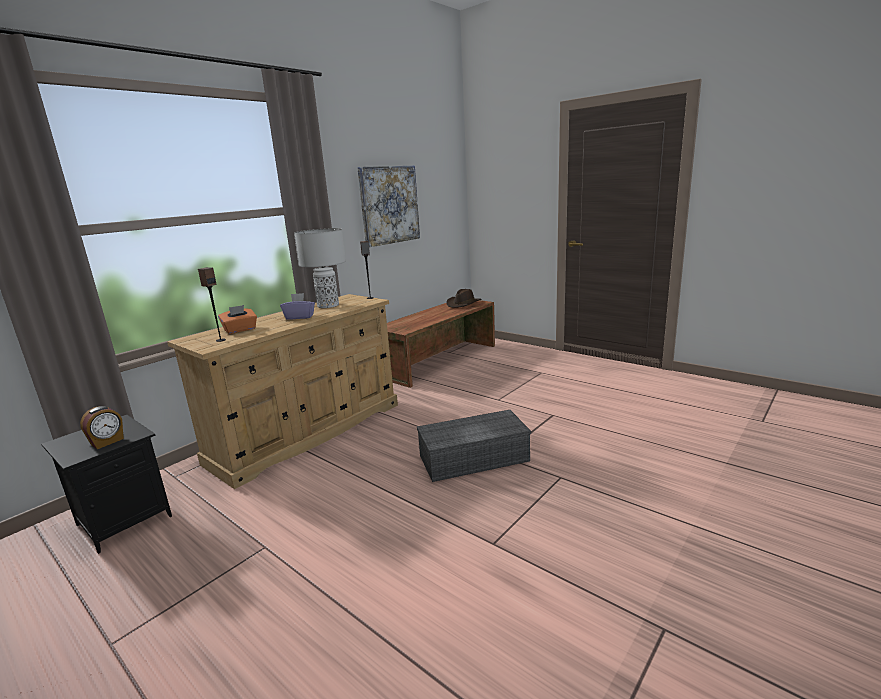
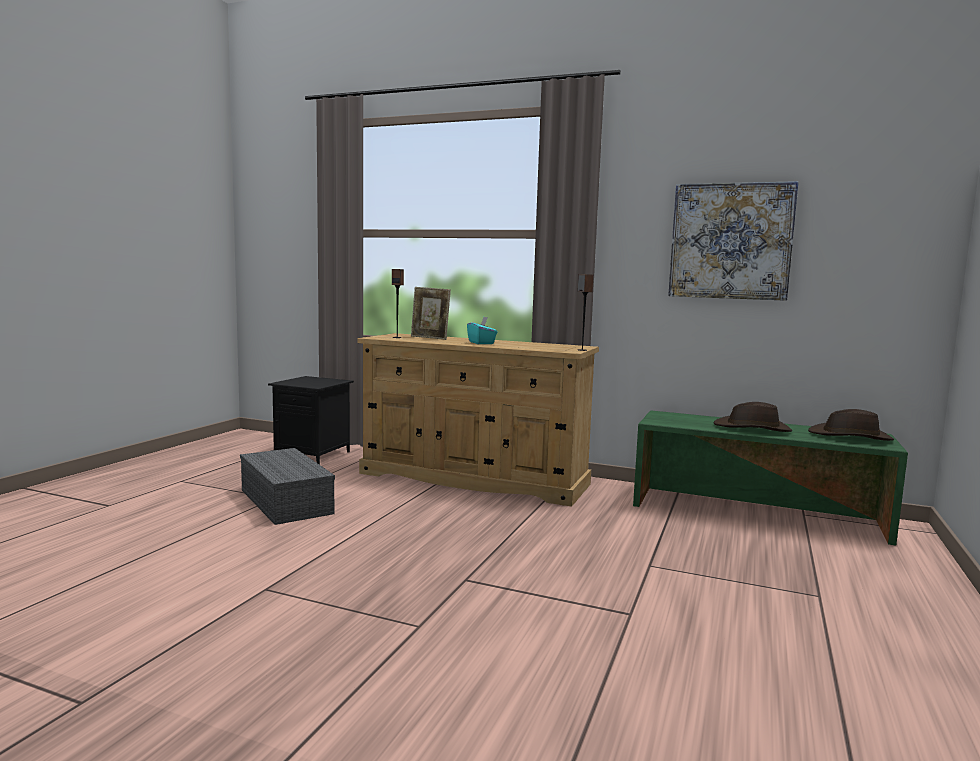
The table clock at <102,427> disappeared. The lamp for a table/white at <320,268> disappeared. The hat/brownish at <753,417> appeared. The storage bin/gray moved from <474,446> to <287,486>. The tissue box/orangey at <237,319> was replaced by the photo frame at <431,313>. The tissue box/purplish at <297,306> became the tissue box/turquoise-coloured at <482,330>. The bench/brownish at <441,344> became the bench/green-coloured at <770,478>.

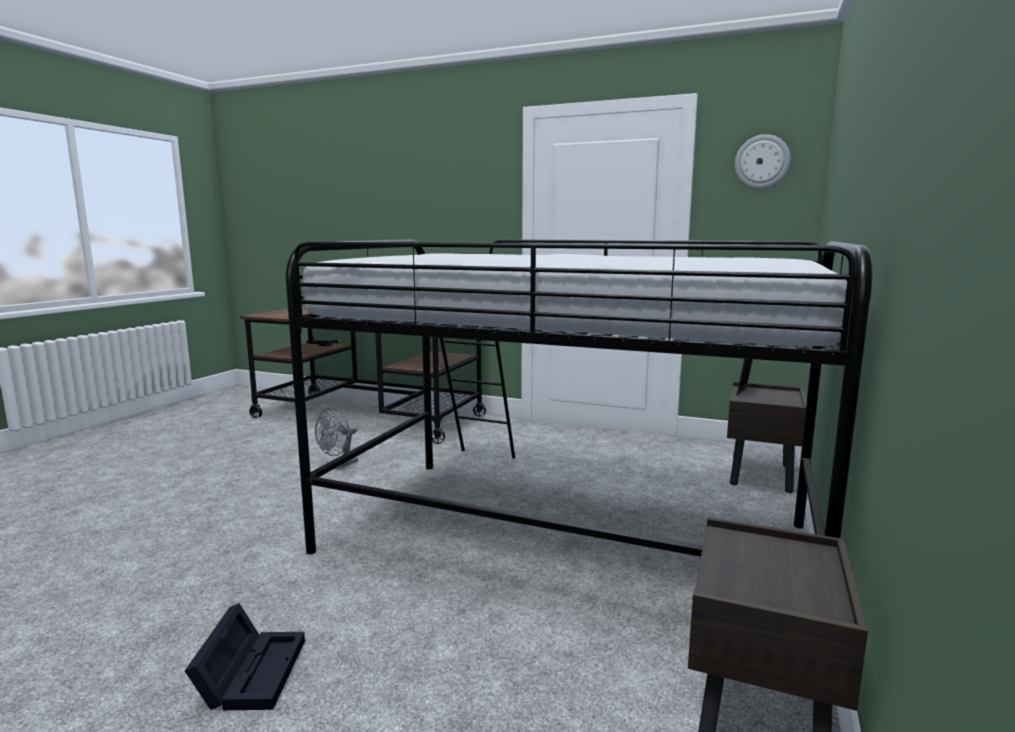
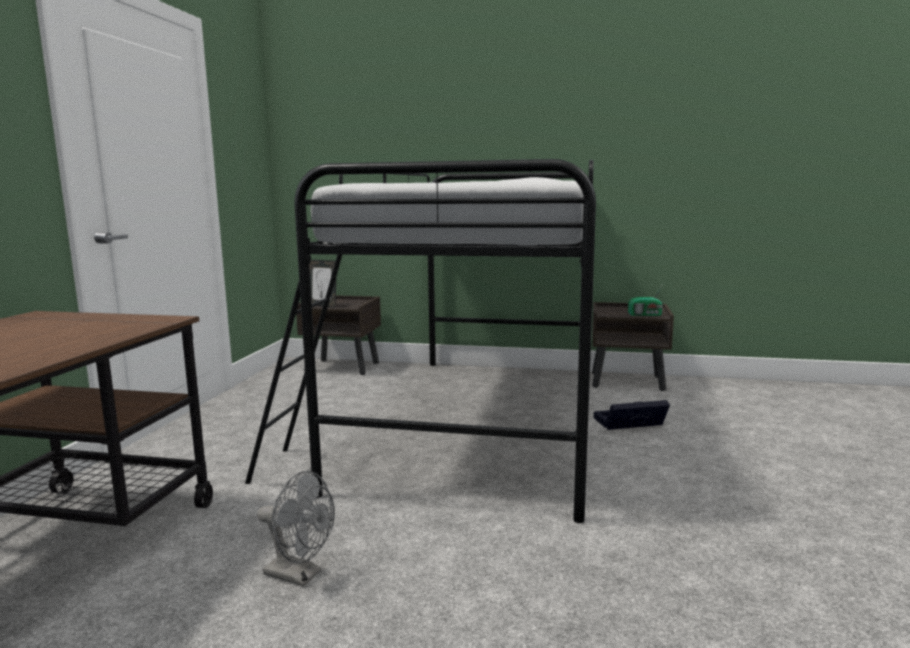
The wall clock at <763,161> disappeared. The radio receiver at <645,300> appeared. The storage bin/black-coloured moved from <245,656> to <632,415>.

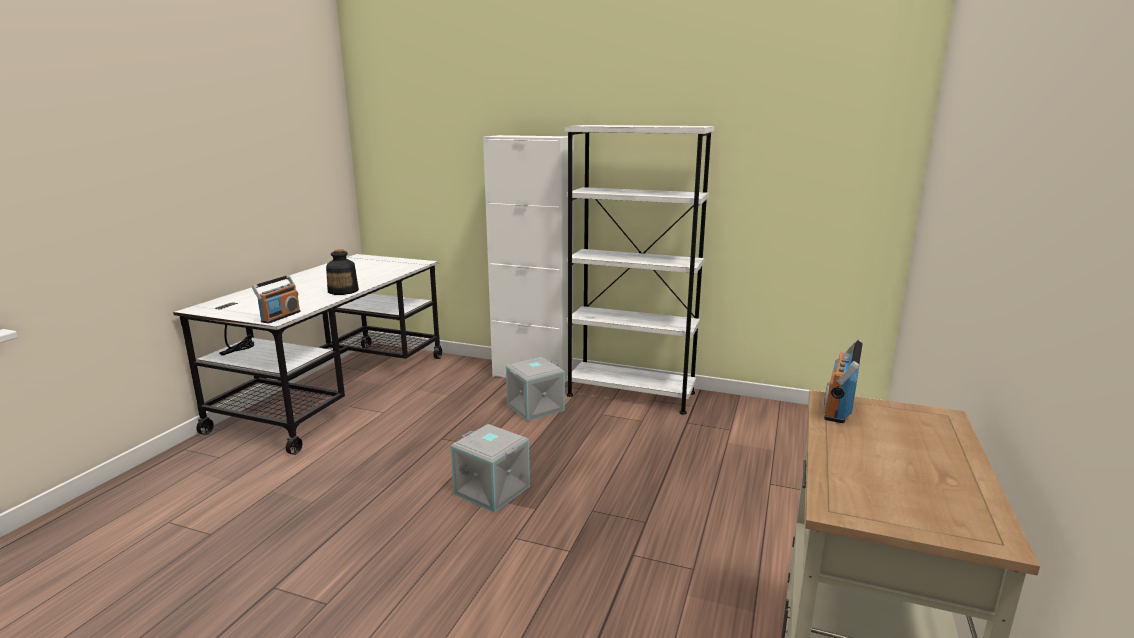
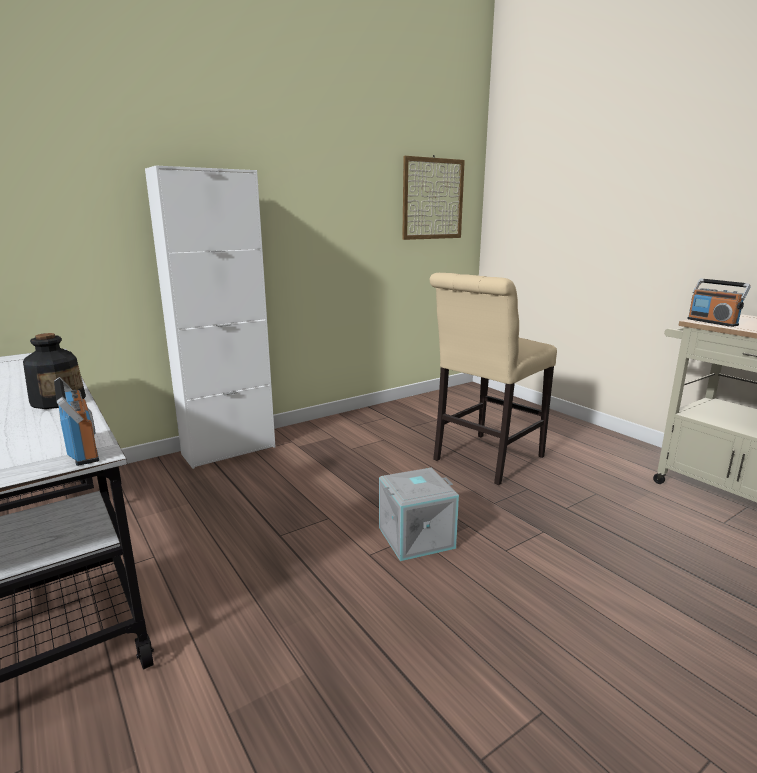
The storage bin/gray at <535,389> disappeared. The shelving unit/white at <639,270> disappeared. The wall picture at <433,197> appeared. The stool/beige-coloured at <493,379> appeared.

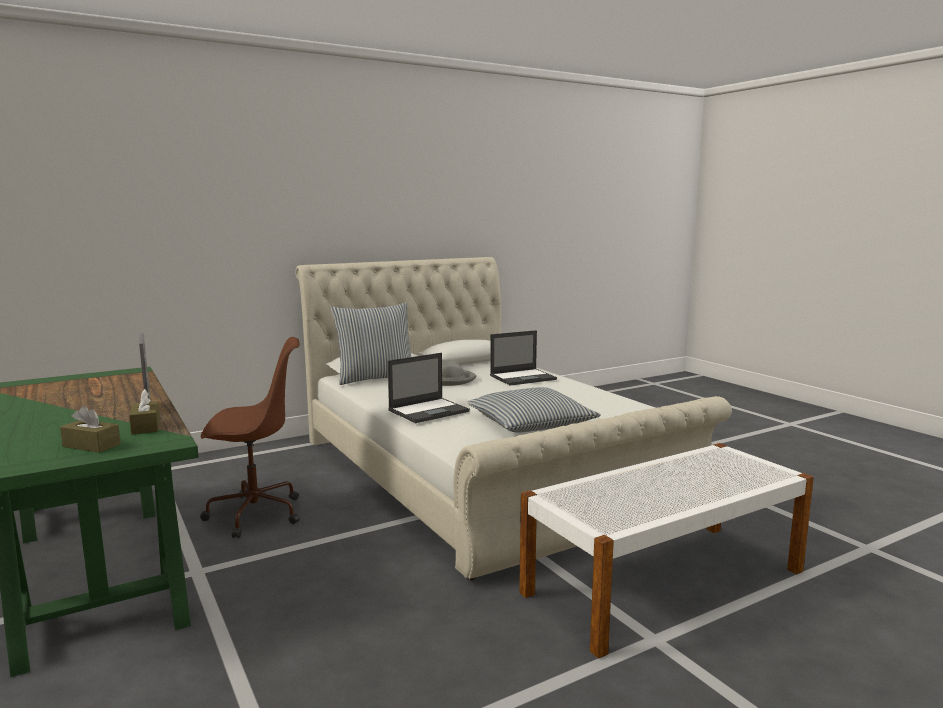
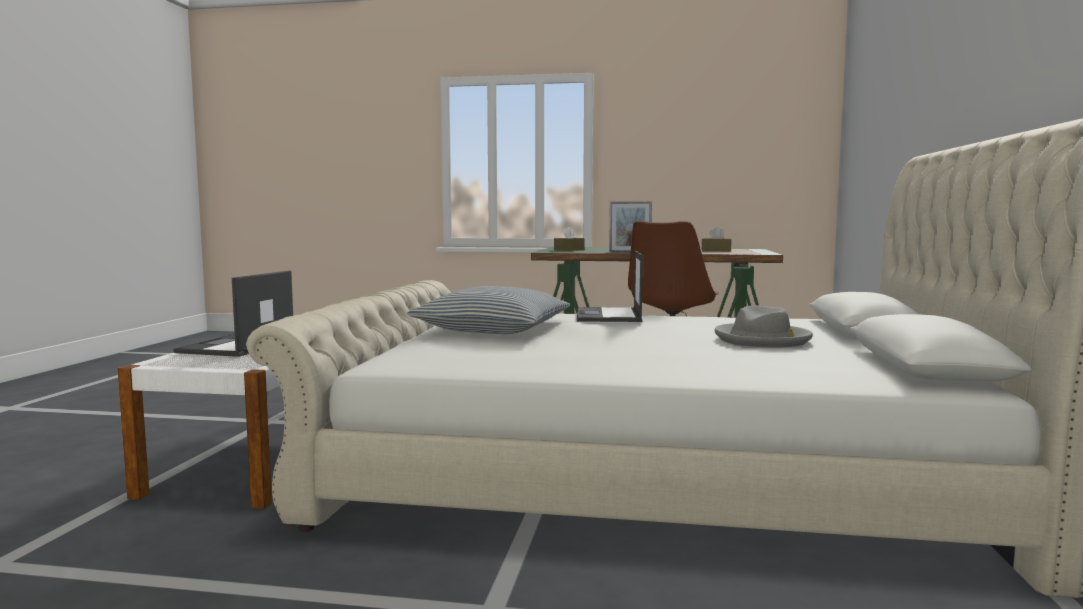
The cushion at <371,343> disappeared. The tissue box/brownish moved from <144,411> to <716,239>. The laptop moved from <523,358> to <233,313>.

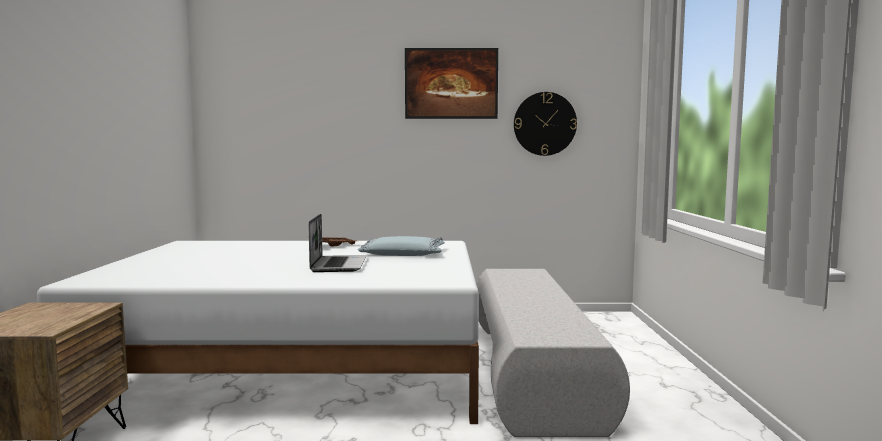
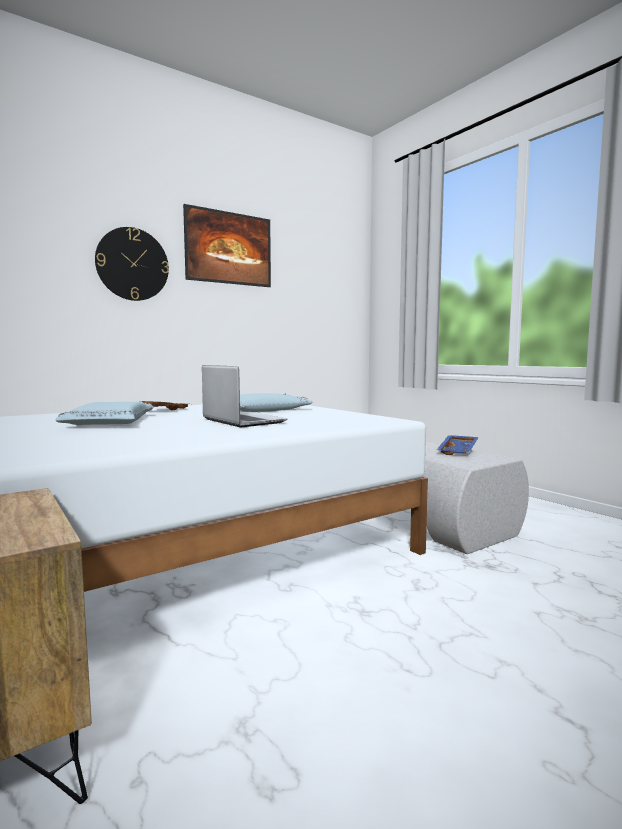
The cushion/bluish at <104,413> appeared. The carrying tray/bluish at <457,445> appeared. The wall clock moved from <545,124> to <132,264>.

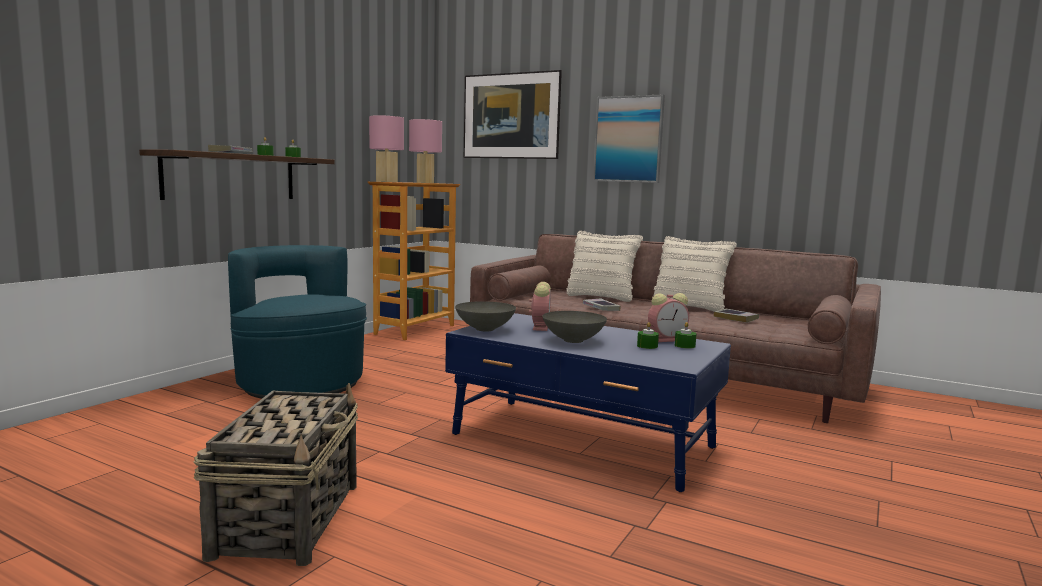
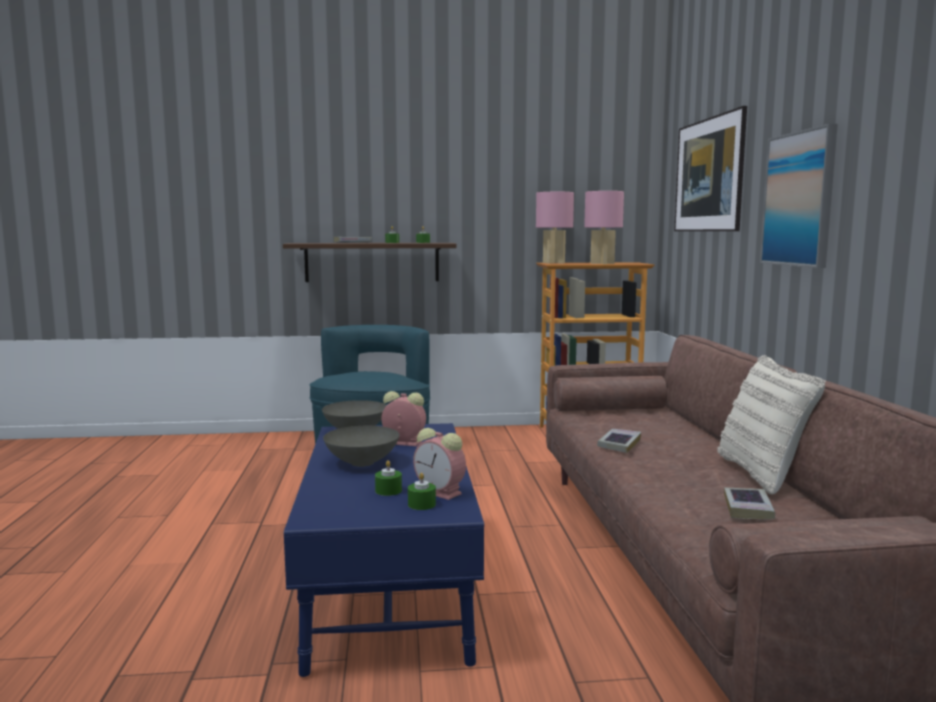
The household basket at <276,474> disappeared. The cushion/beige-coloured at <604,266> disappeared. The table clock at <540,306> turned 135 degrees counterclockwise.

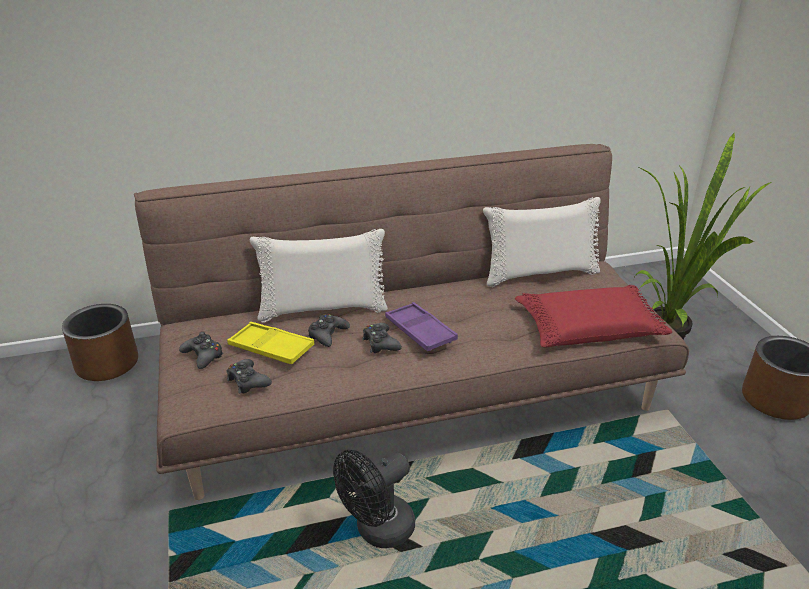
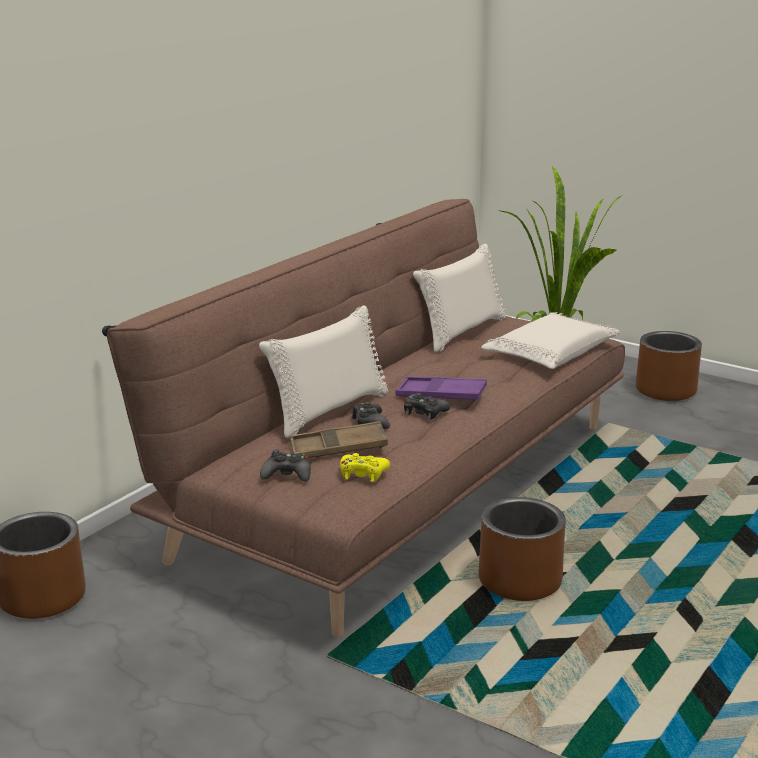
The electric fan/black-coloured at <374,499> was replaced by the flower pot/brownish at <522,549>. The carrying tray/yellow-coloured at <270,343> became the carrying tray/brownish at <339,439>. The joypad/black-coloured at <249,376> became the joypad/yellow-coloured at <365,467>. The cushion/red at <593,315> became the cushion/white at <550,340>.

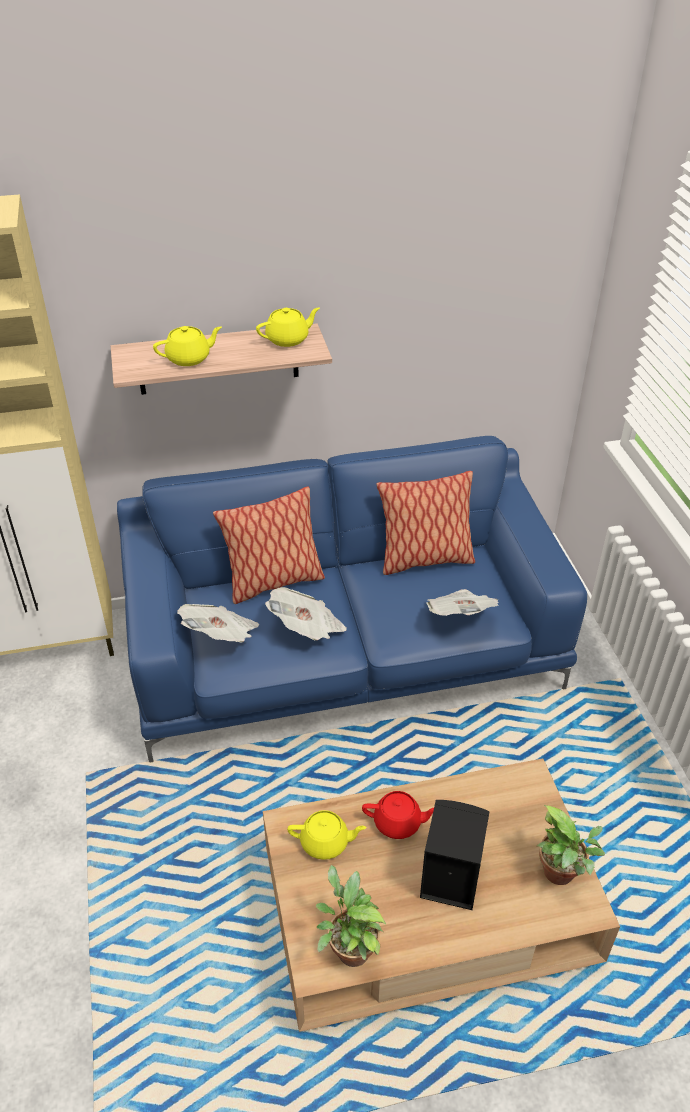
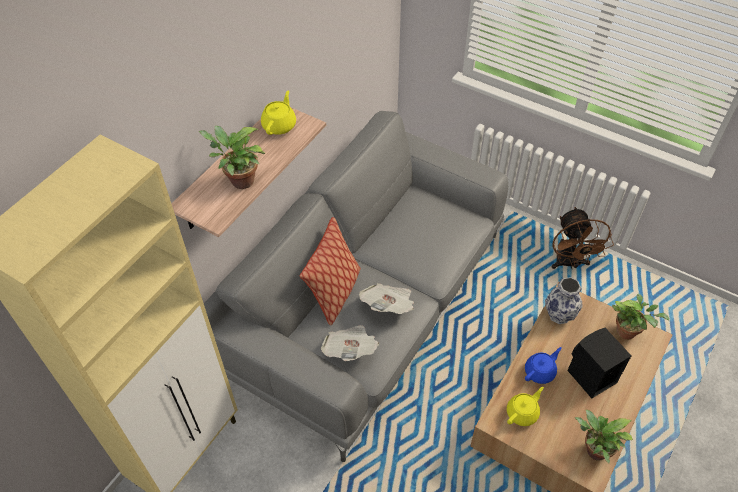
The cushion at <425,523> disappeared. The printed paper at <462,602> disappeared. The vase at <564,300> appeared. The electric fan/brownish at <583,238> appeared. The tea pot/yellow-coloured at <187,346> was replaced by the plant in a pot at <232,157>. The sofa/bluish at <352,599> became the sofa/gray at <356,286>. The tea pot/red at <398,815> became the tea pot/bluish at <543,365>.

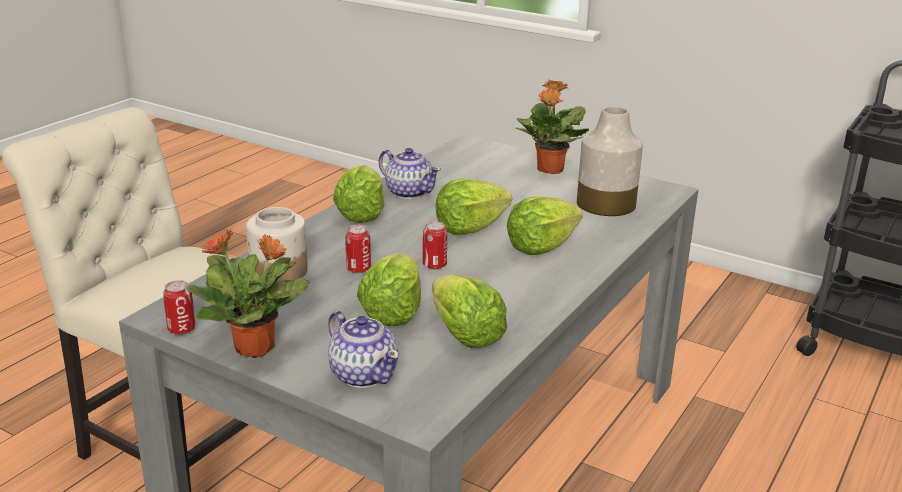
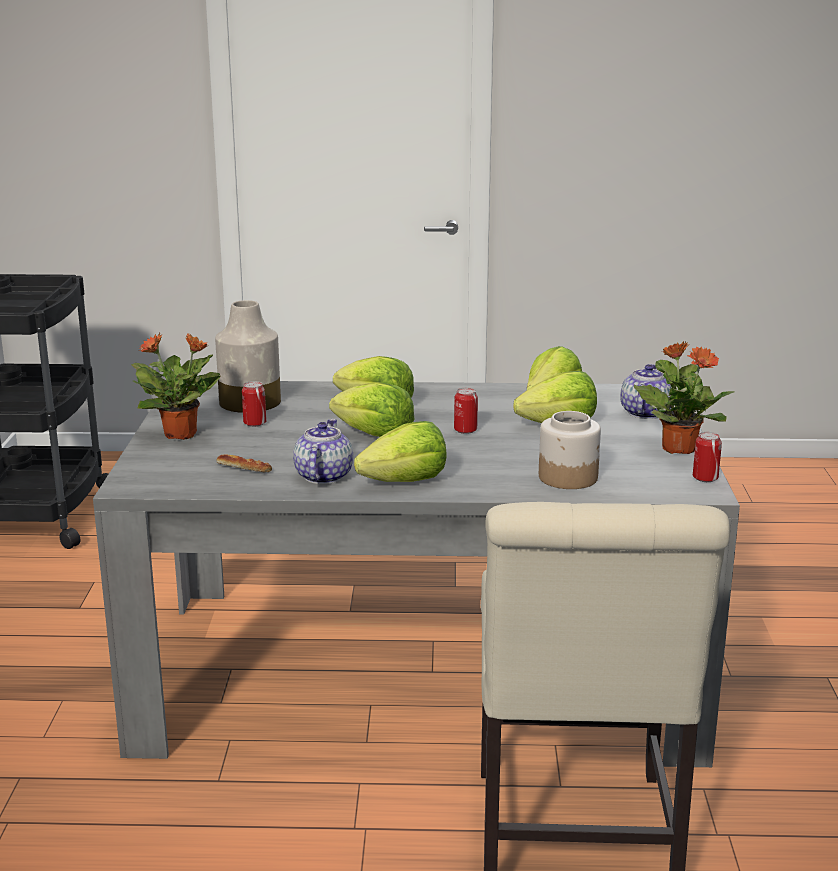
The baked bread at <244,463> appeared. The sealed can moved from <358,249> to <254,404>.

